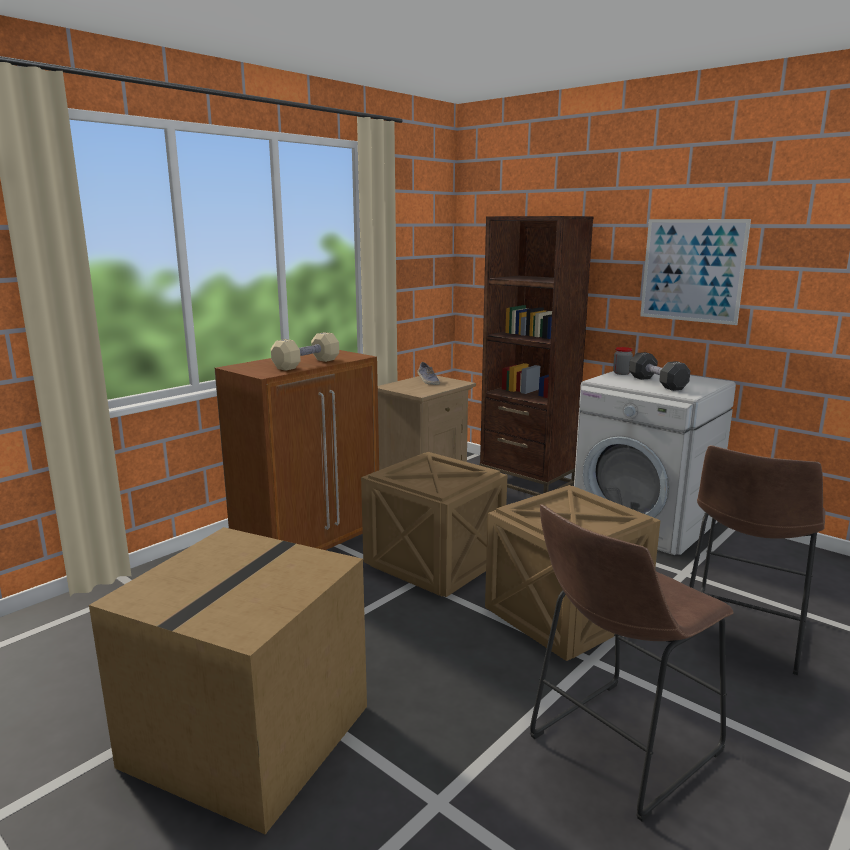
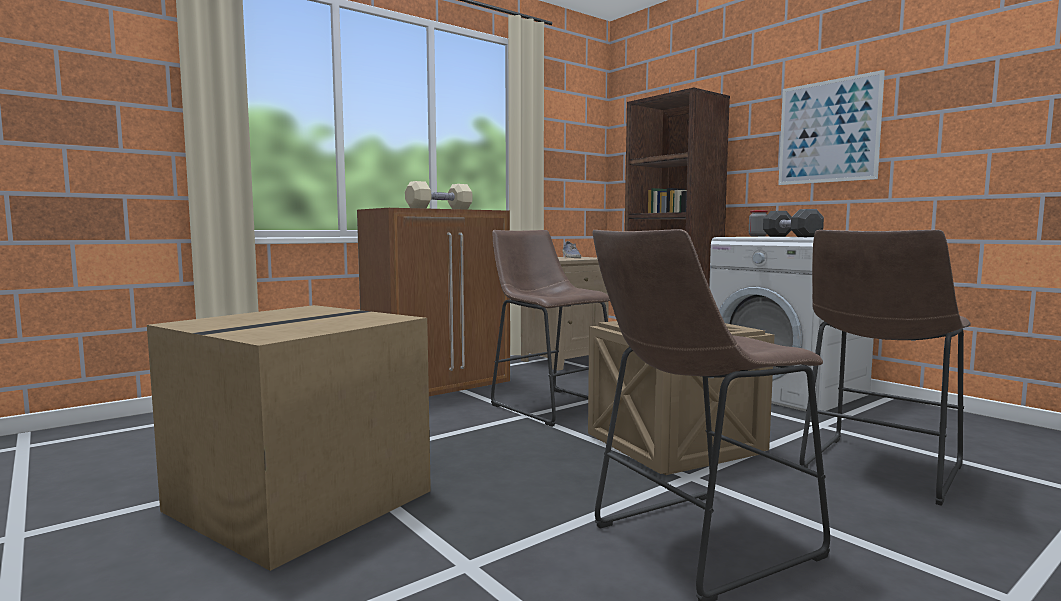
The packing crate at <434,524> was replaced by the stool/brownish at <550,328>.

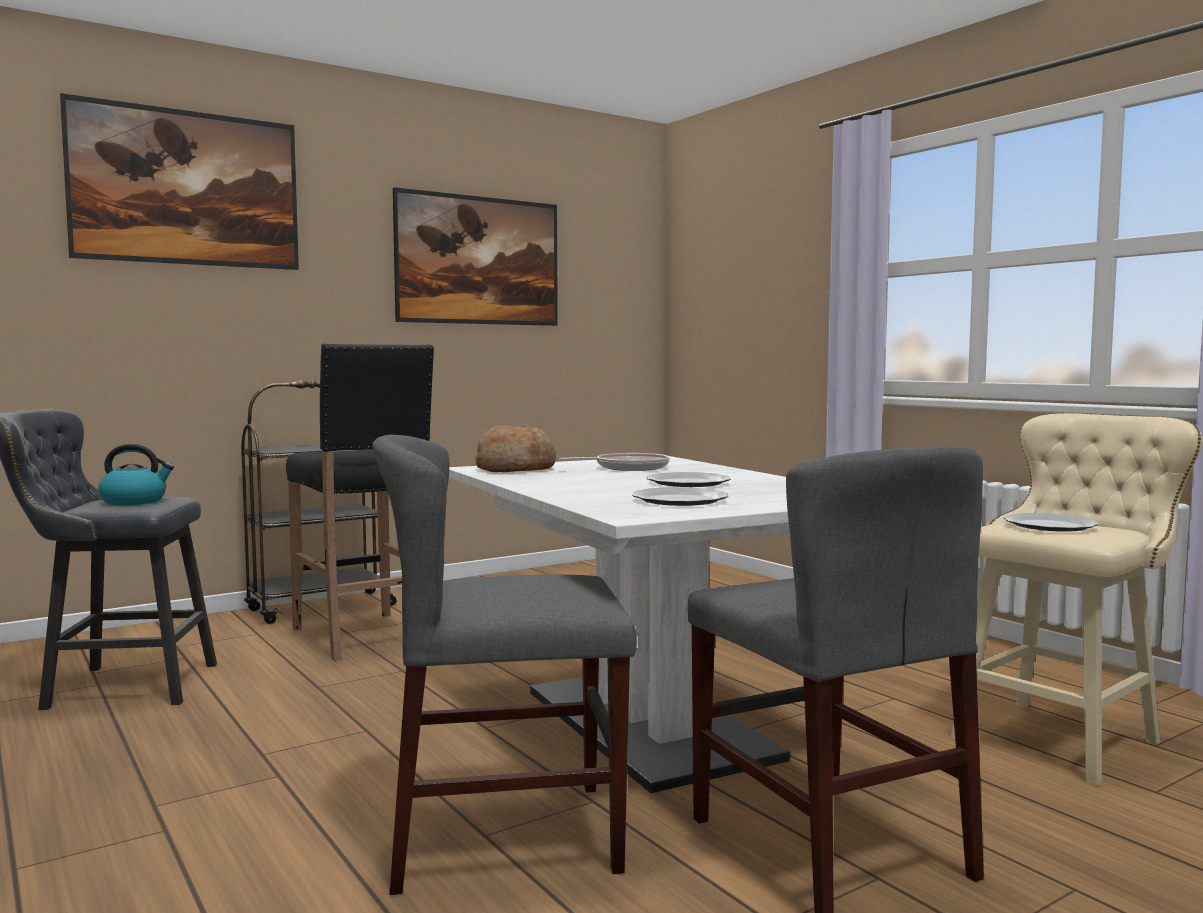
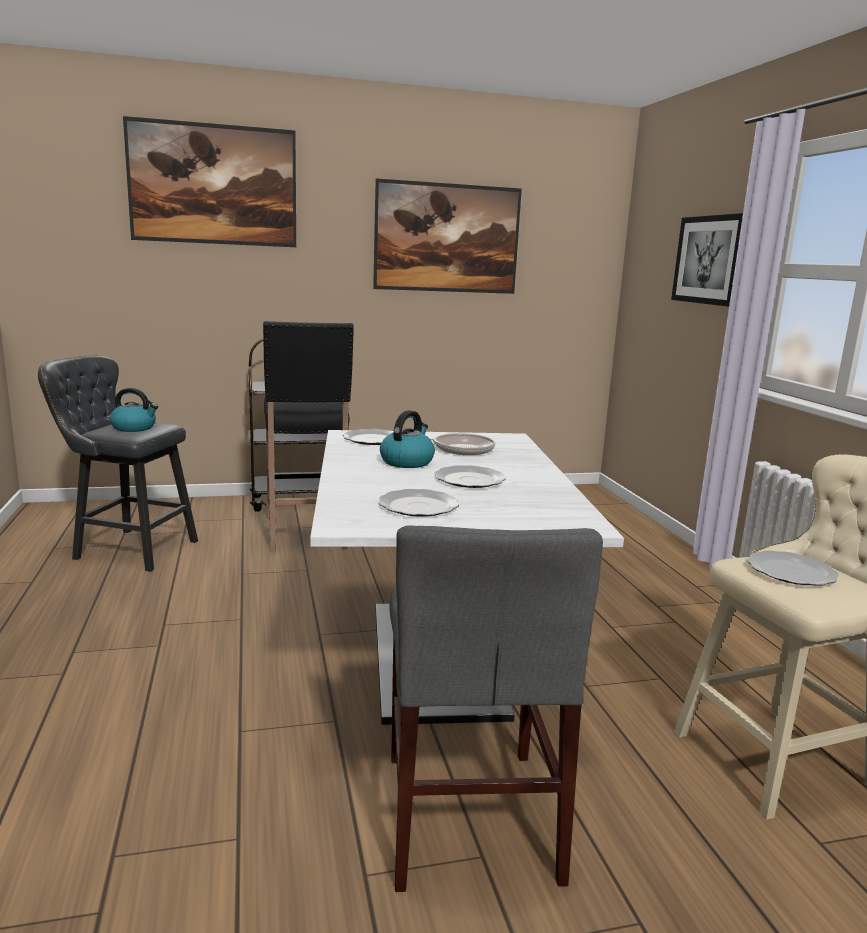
The upright chair/gray at <504,665> disappeared. The kettle at <407,439> appeared. The wall picture at <707,260> appeared. The baked bread at <515,448> was replaced by the flat dish at <368,437>.

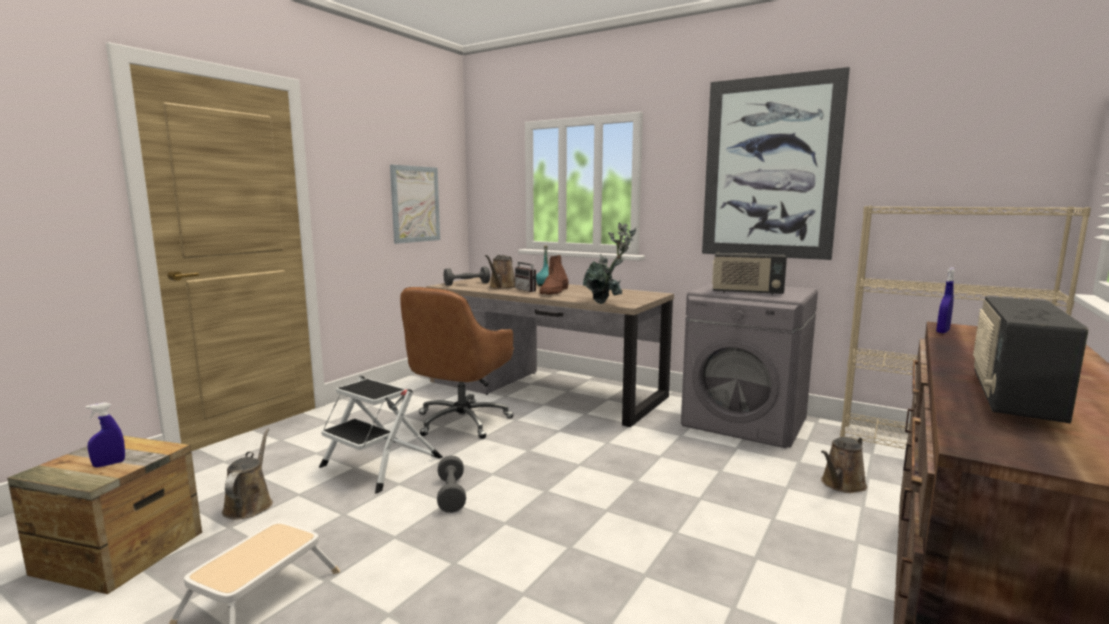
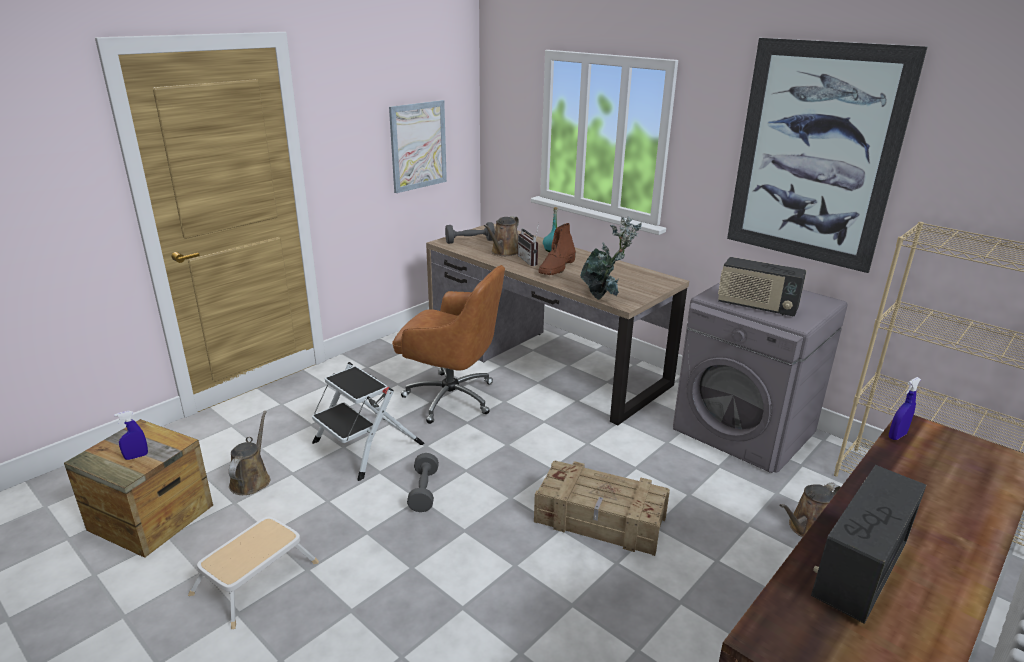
The packing crate at <602,508> appeared. The desk chair/brownish at <457,363> turned 105 degrees counterclockwise.

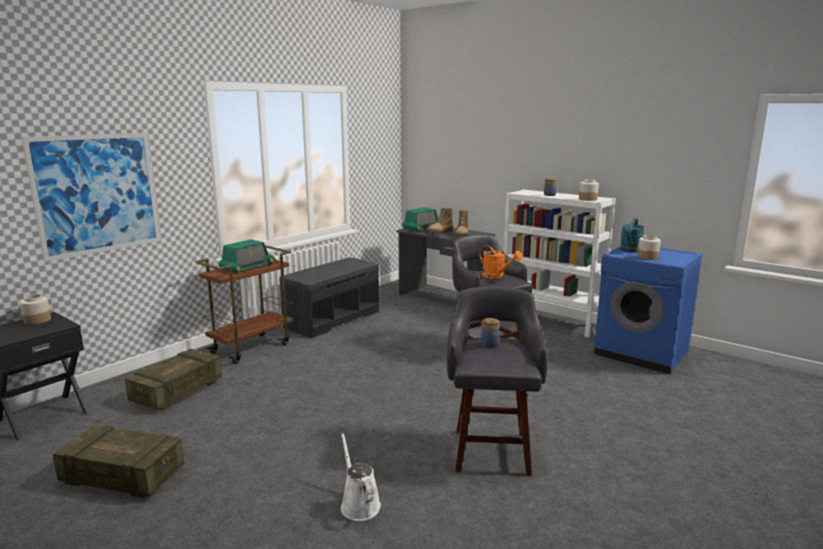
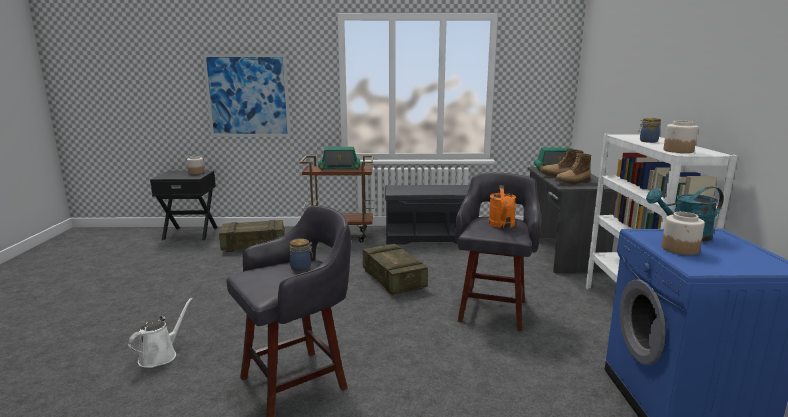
The packing crate moved from <118,461> to <395,269>.

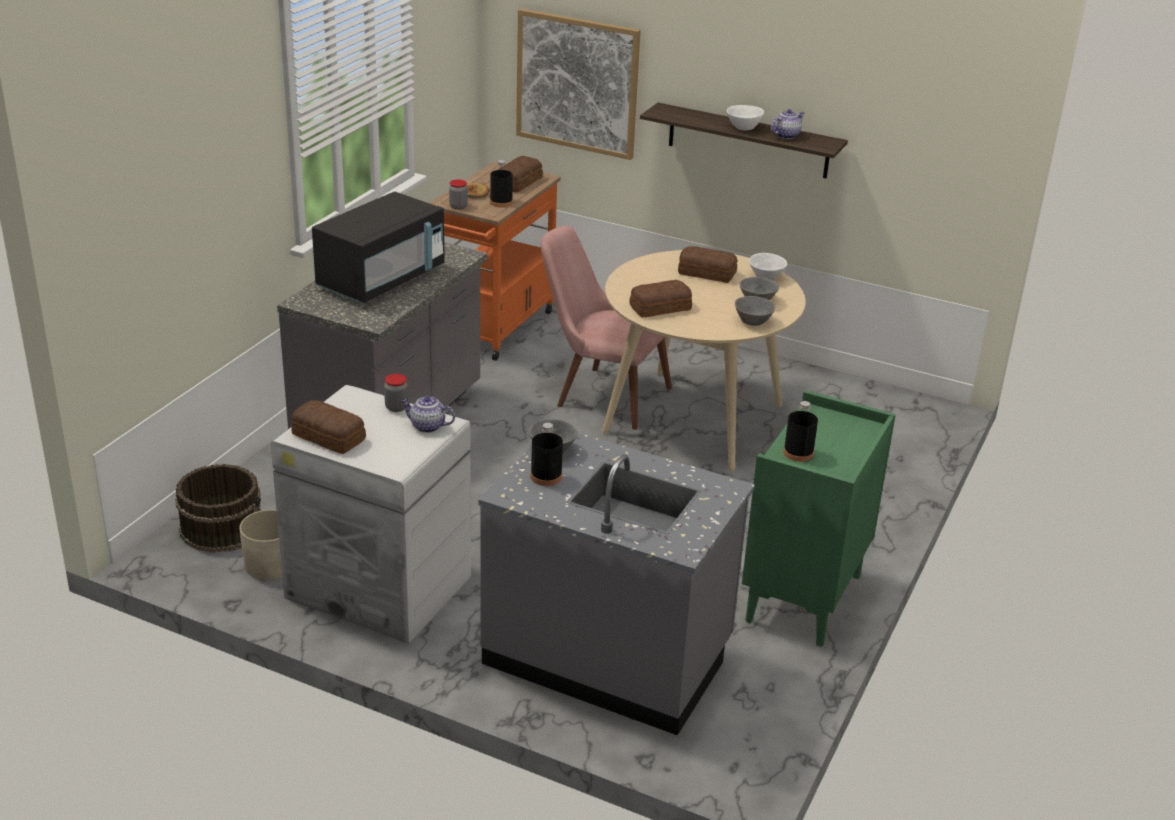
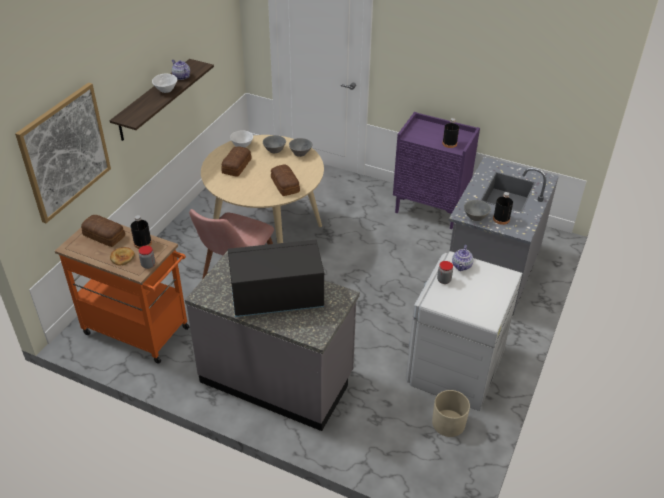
The pail/brownish at <218,508> disappeared. The baked bread at <328,427> disappeared. The cabinet/green-coloured at <819,518> became the cabinet/purplish at <436,170>. The microwave/black-coloured at <378,247> turned 45 degrees counterclockwise.

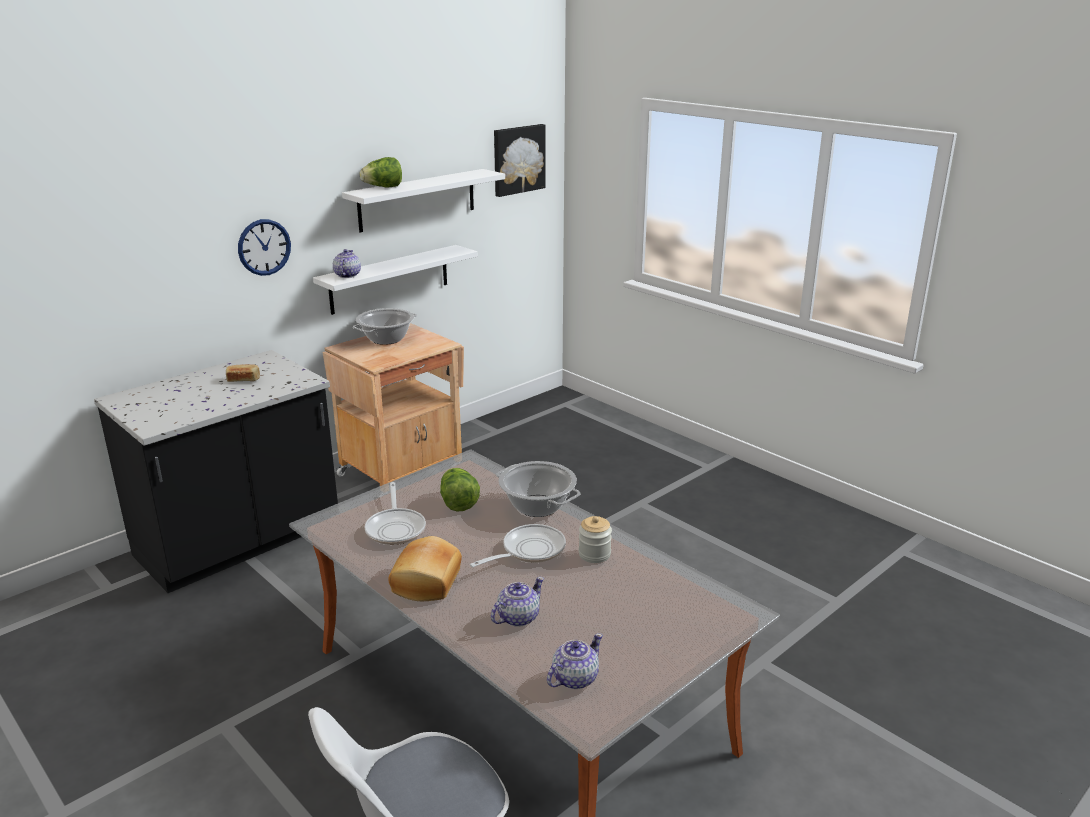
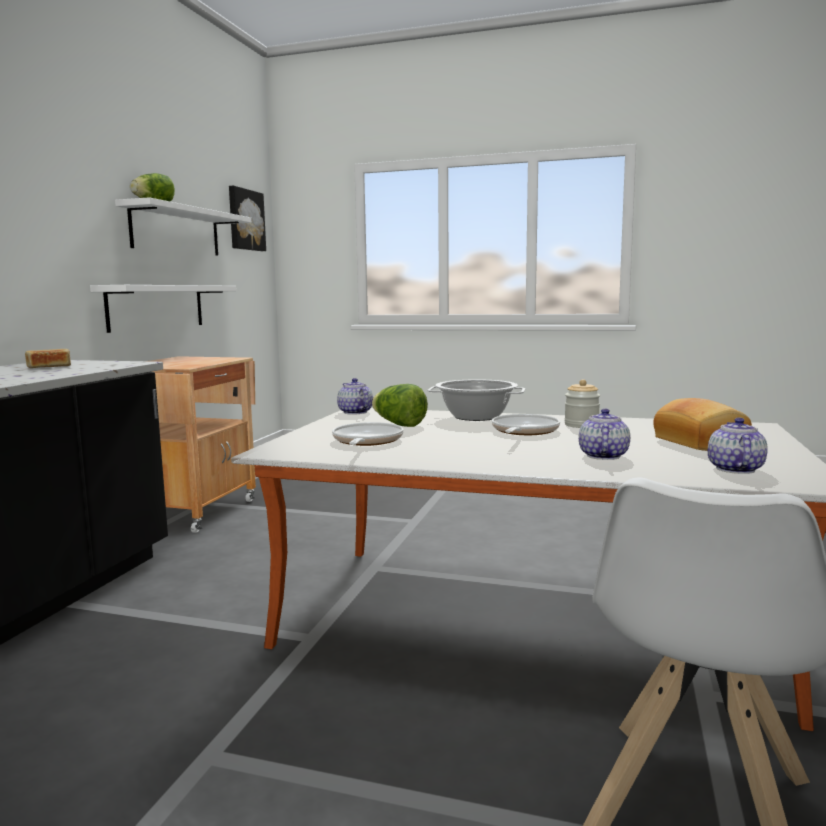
The wall clock at <264,247> disappeared. The saucepot at <385,326> disappeared. The tea pot moved from <347,263> to <355,396>. The baked bread moved from <425,568> to <702,424>. The frying pan at <395,513> turned 135 degrees counterclockwise.

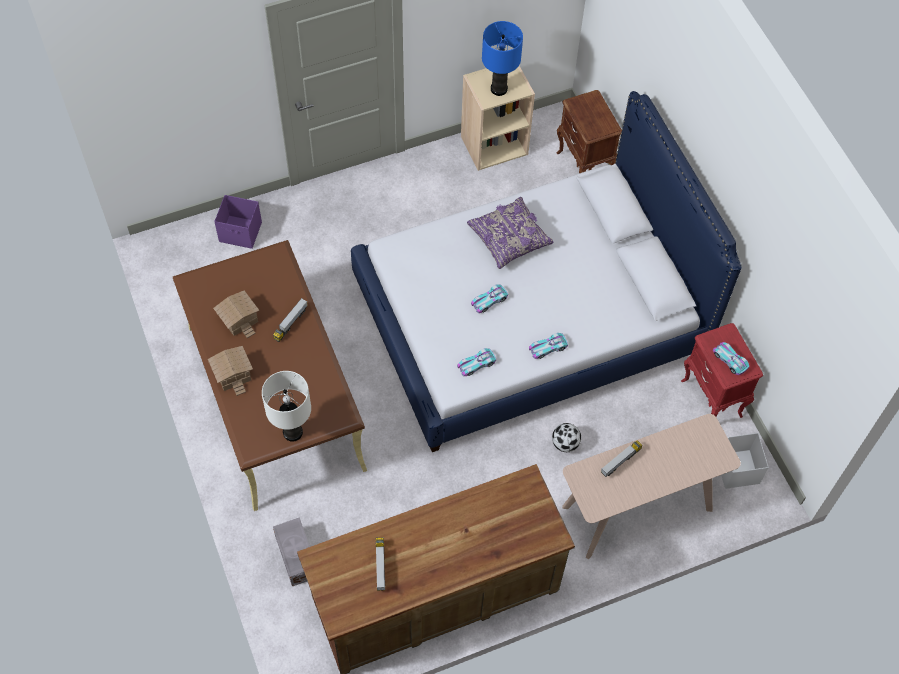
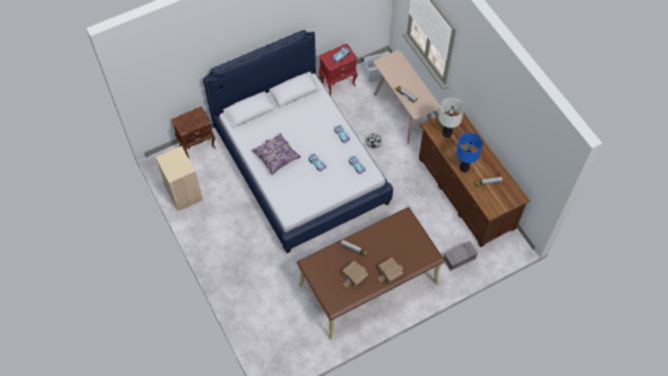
The storage bin/purplish at <238,222> disappeared. The lamp for a table/white moved from <286,406> to <451,118>. The lamp for a table/bluish moved from <502,58> to <469,152>.

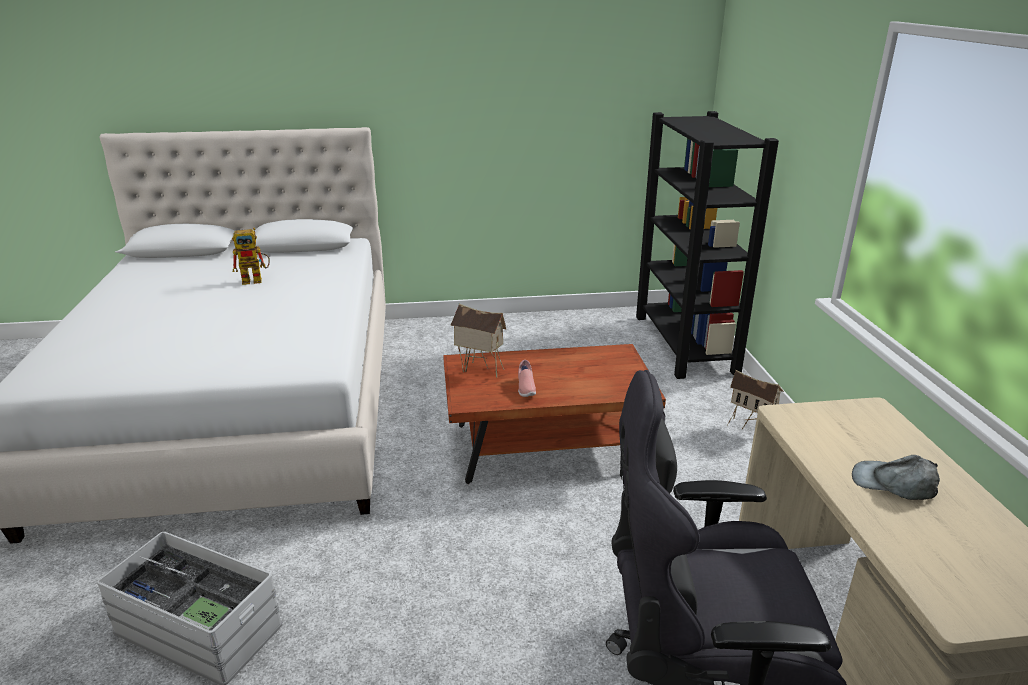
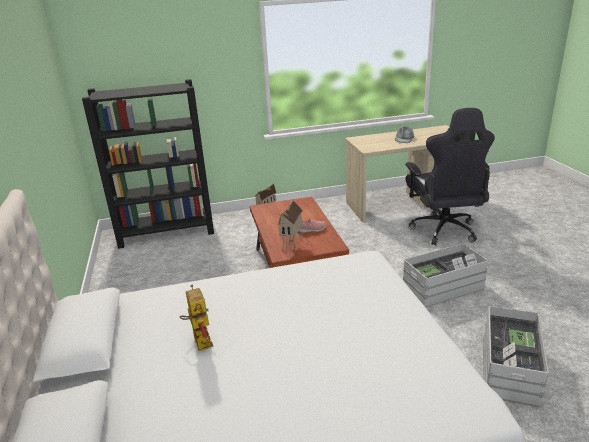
The storage bin/gray at <445,275> appeared.

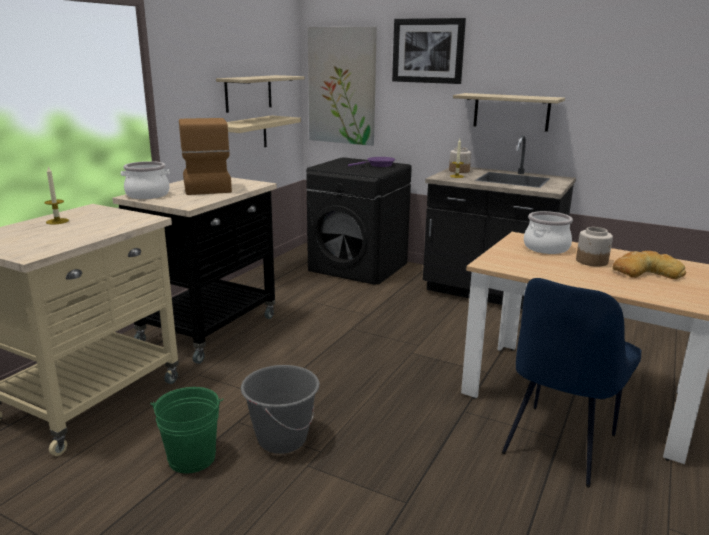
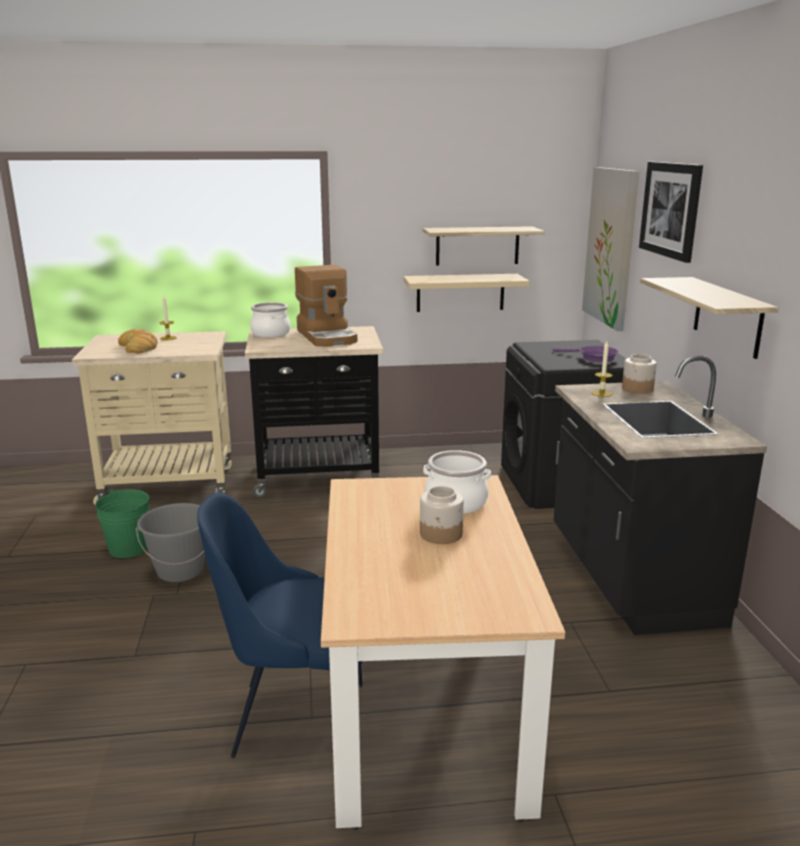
The baked bread moved from <649,265> to <137,341>. The coffee brewer at <205,156> turned 120 degrees clockwise.

